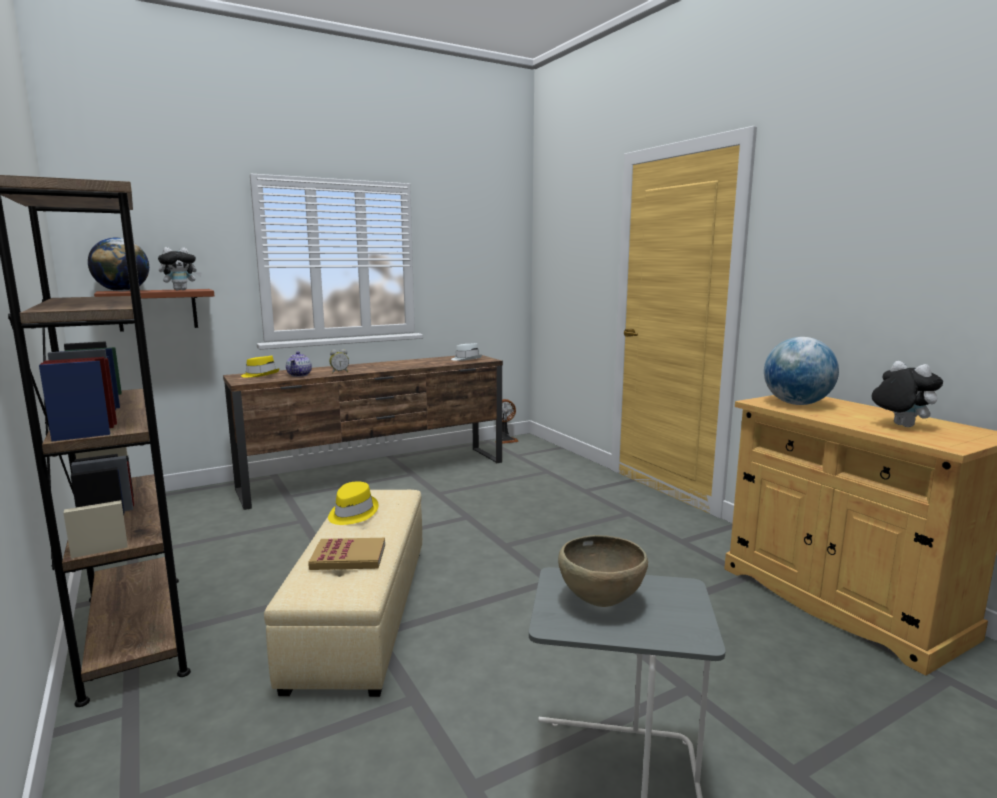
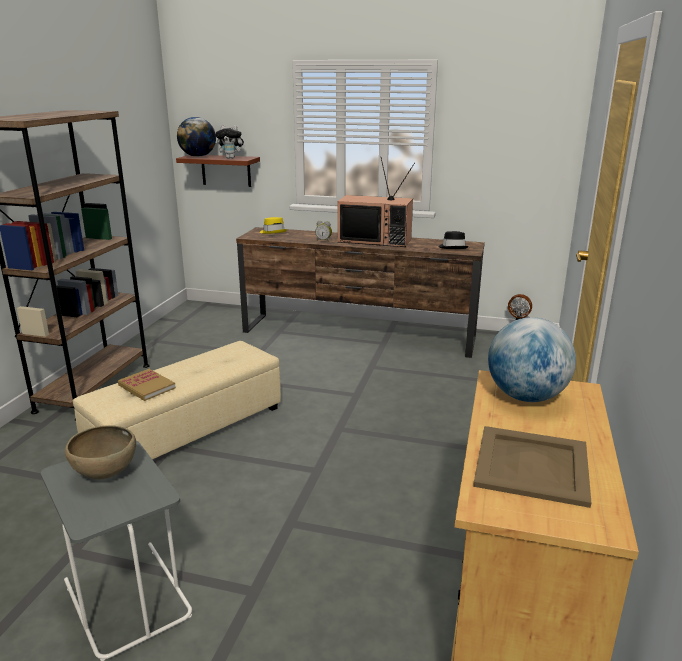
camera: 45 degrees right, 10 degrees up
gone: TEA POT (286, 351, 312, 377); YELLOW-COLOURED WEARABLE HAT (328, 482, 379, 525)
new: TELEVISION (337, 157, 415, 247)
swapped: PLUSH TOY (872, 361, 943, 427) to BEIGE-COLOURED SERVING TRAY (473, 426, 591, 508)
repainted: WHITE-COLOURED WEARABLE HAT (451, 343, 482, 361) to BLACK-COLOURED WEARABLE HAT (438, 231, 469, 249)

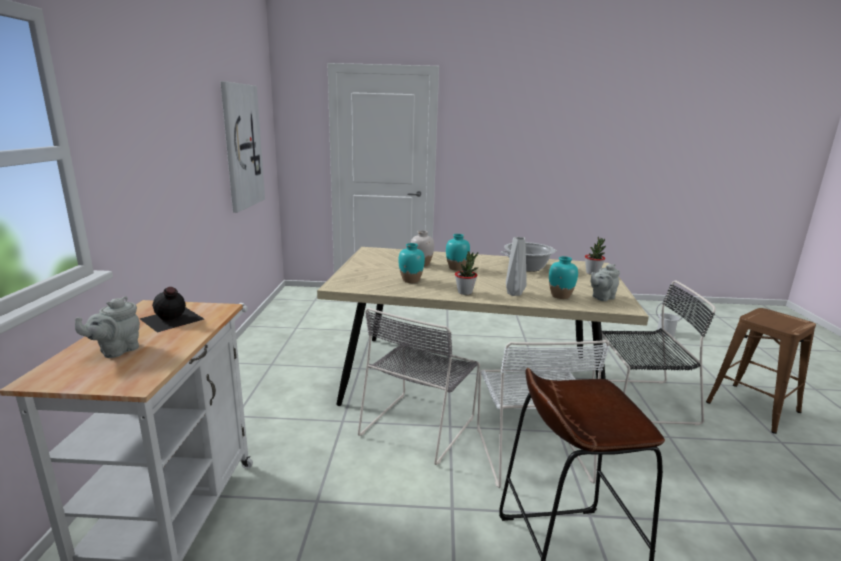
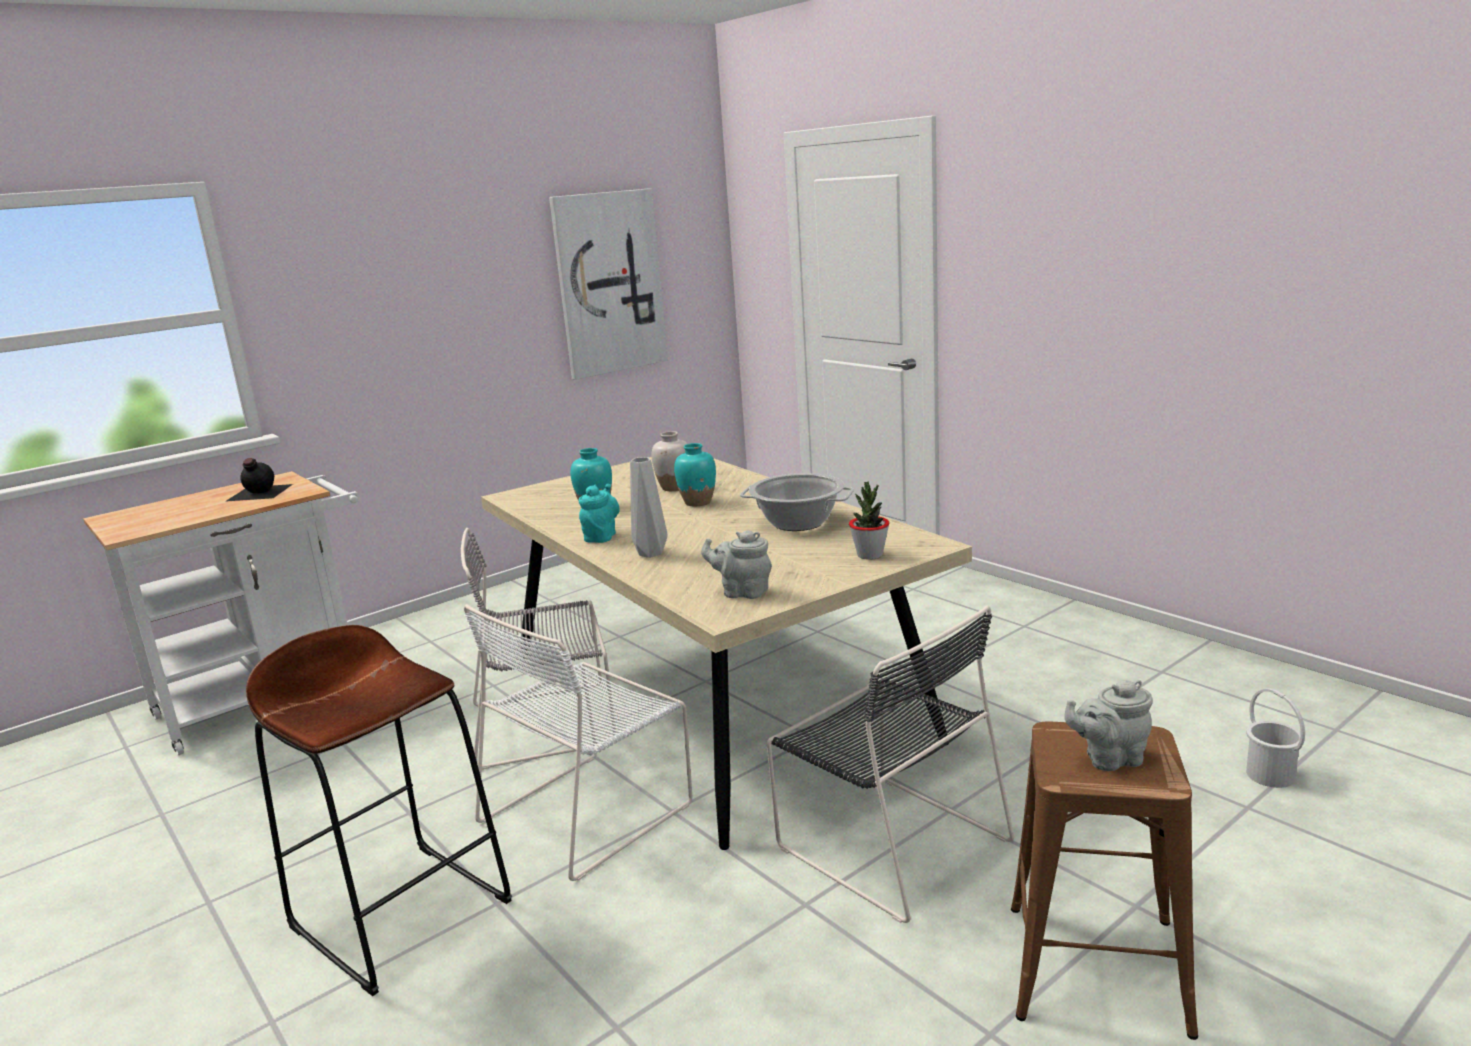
camera: 50 degrees right, 0 degrees up
gone: TURQUOISE VASE (549, 256, 578, 299)
shifted: GREY TEA POT (75, 296, 140, 358) to (1064, 680, 1153, 771)
swapped: PLANT IN A POT (455, 251, 478, 295) to TURQUOISE TEA POT (578, 484, 620, 543)

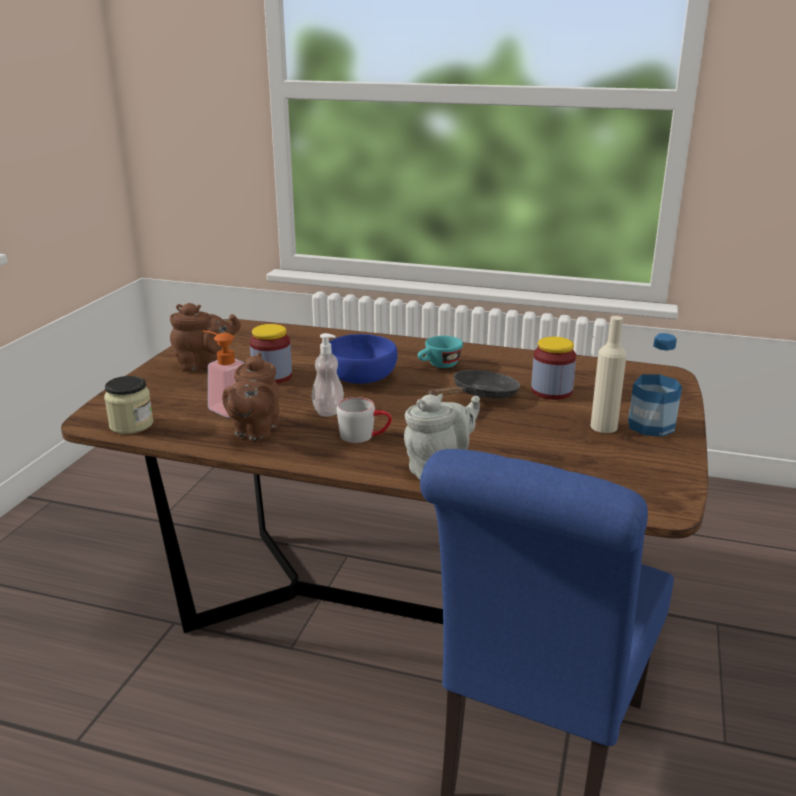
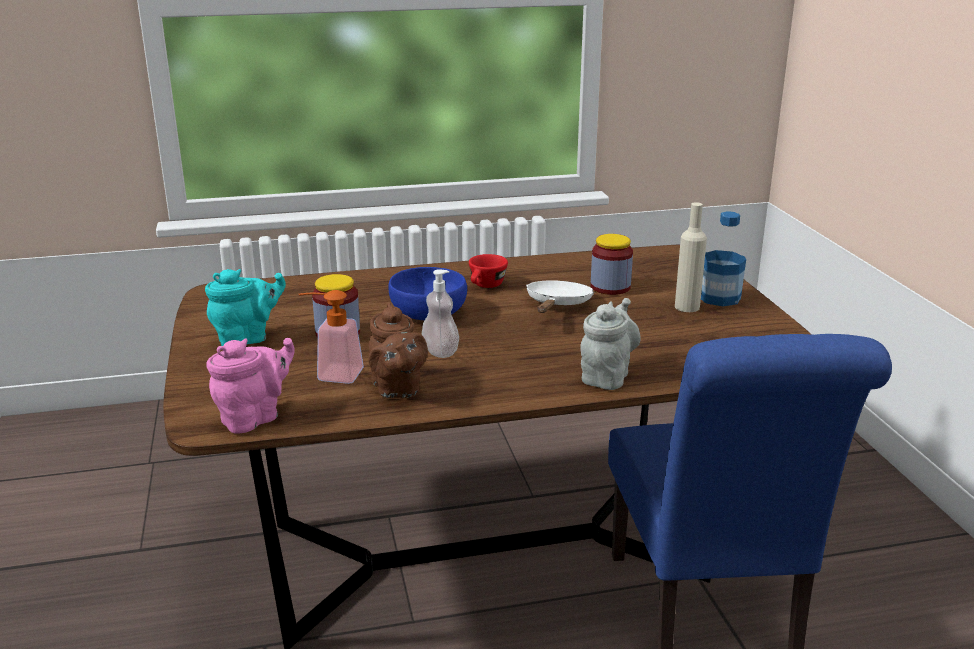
camera: 30 degrees left, 0 degrees up
gone: GREY MUG (337, 397, 392, 443)
swapped: PRESERVE JAR (104, 376, 153, 434) to PINK TEA POT (206, 338, 295, 434)
repainted: BROWN-COLOURED TEA POT (170, 303, 241, 371) to TURQUOISE TEA POT (205, 269, 286, 346); TURQUOISE DRINKING CUP (418, 336, 463, 368) to RED-COLOURED DRINKING CUP (469, 254, 508, 288); BLACK-COLOURED PAN (428, 370, 520, 399) to WHITE-COLOURED PAN (526, 280, 594, 313)

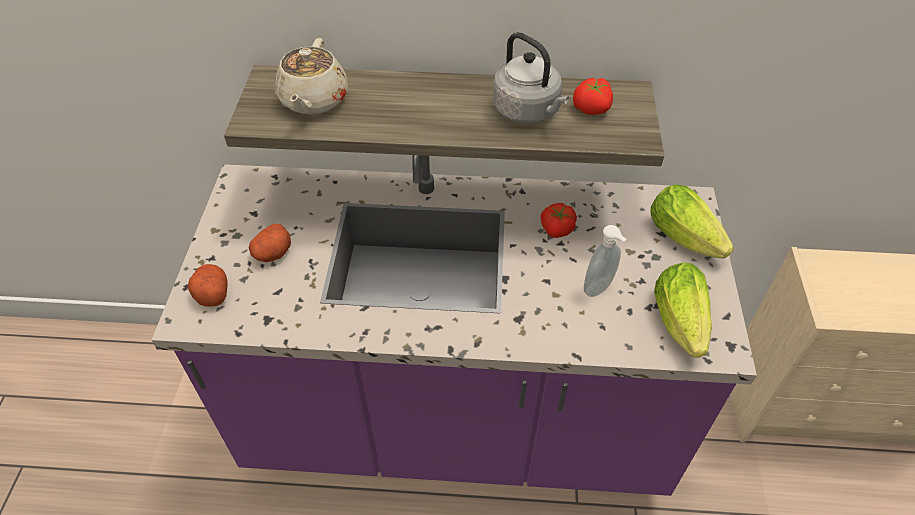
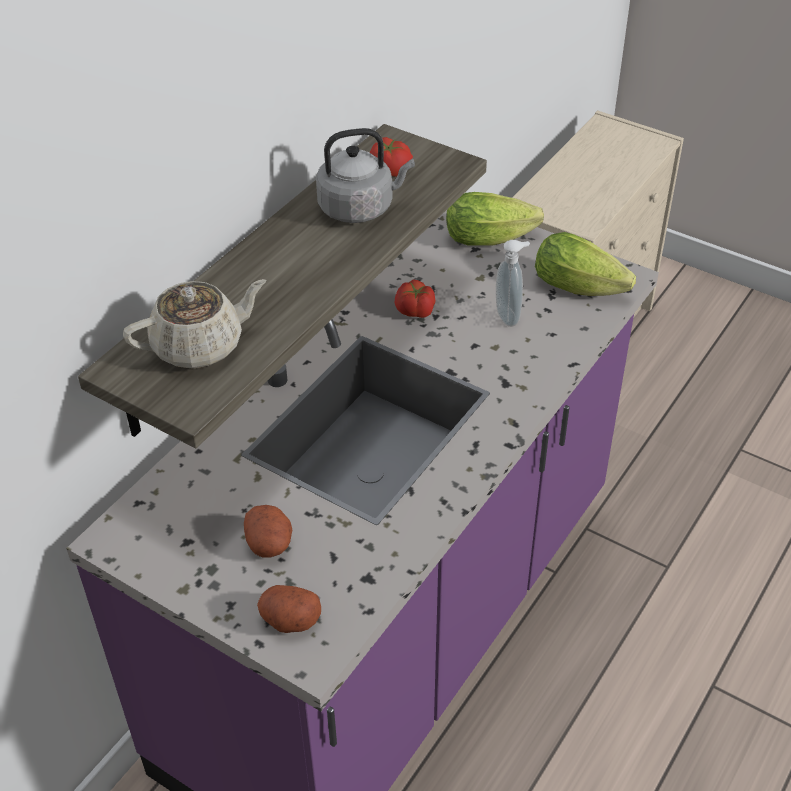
camera: 60 degrees left, 5 degrees down
rotated: BEIGE-COLOURED TEA POT (275, 38, 348, 115) = (123, 279, 266, 369) 60 degrees counterclockwise

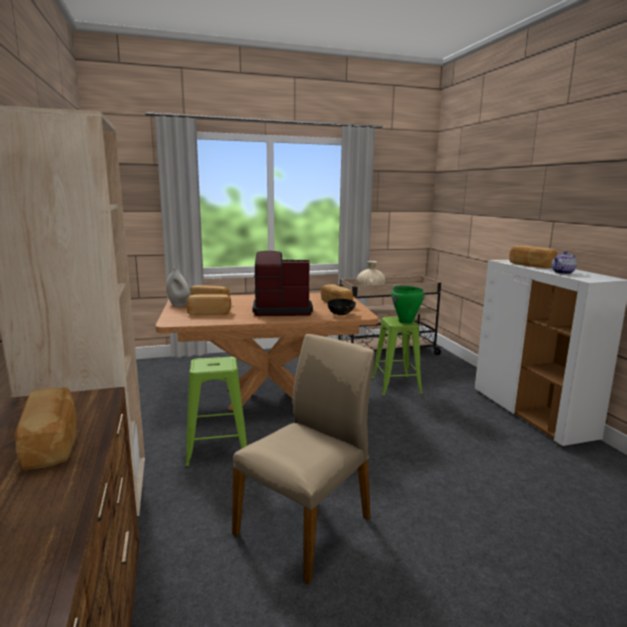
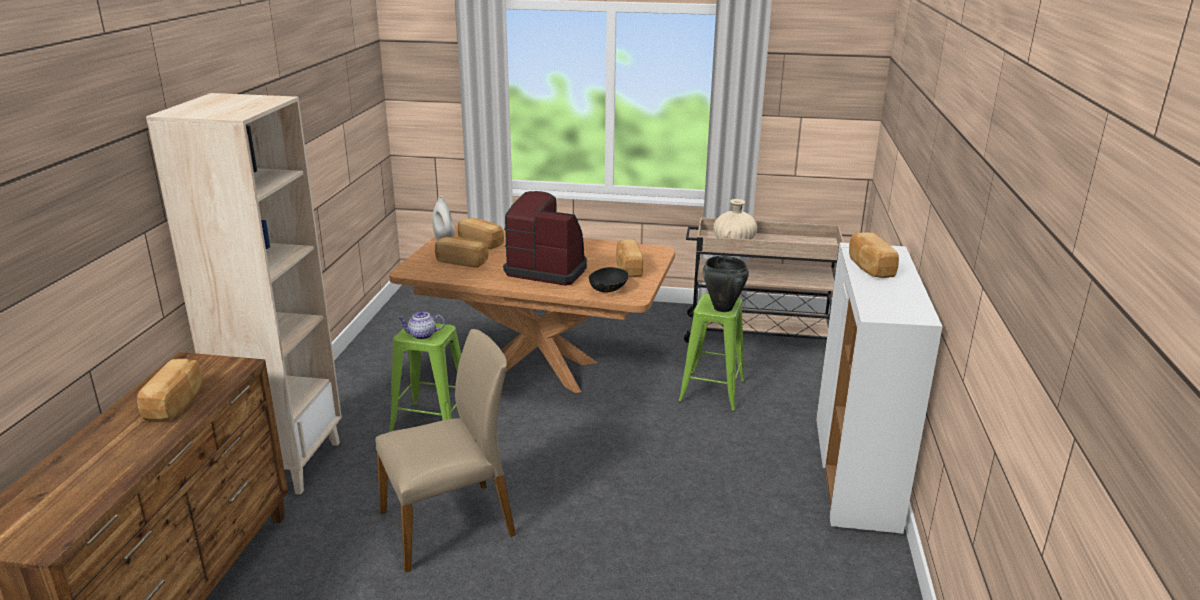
camera: 25 degrees right, 10 degrees up
shifted: TEA POT (552, 251, 577, 274) to (398, 311, 445, 340)
repainted: GREEN COOKING POT (391, 286, 425, 324) to BLACK-COLOURED COOKING POT (703, 255, 749, 312)

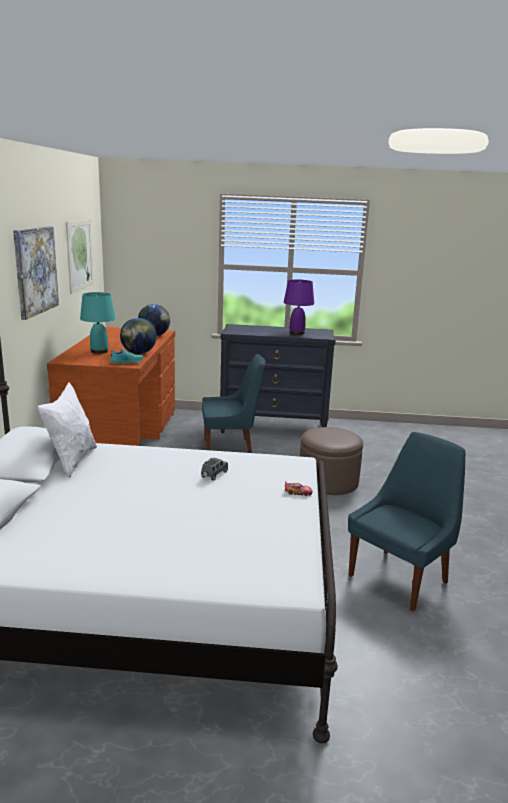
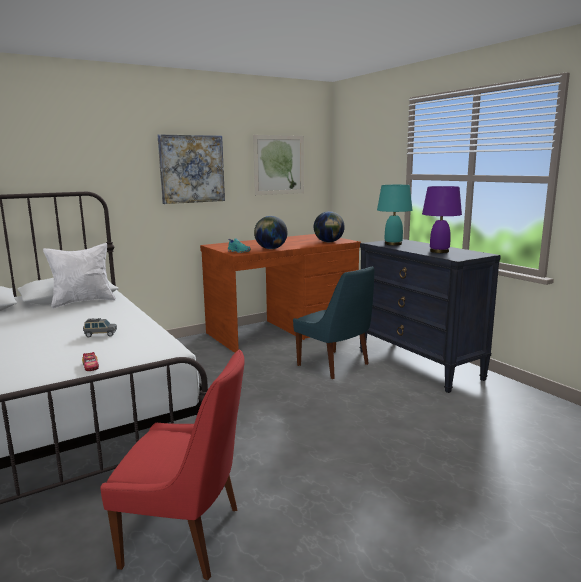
camera: 55 degrees right, 5 degrees down
gone: BROWN-COLOURED POUFFE (300, 427, 363, 495)
shifted: TURQUOISE TABLE LAMP (80, 292, 116, 354) to (377, 185, 412, 246)
repainted: BLUE CHAIR (348, 432, 465, 611) to RED-COLOURED CHAIR (100, 350, 245, 580)

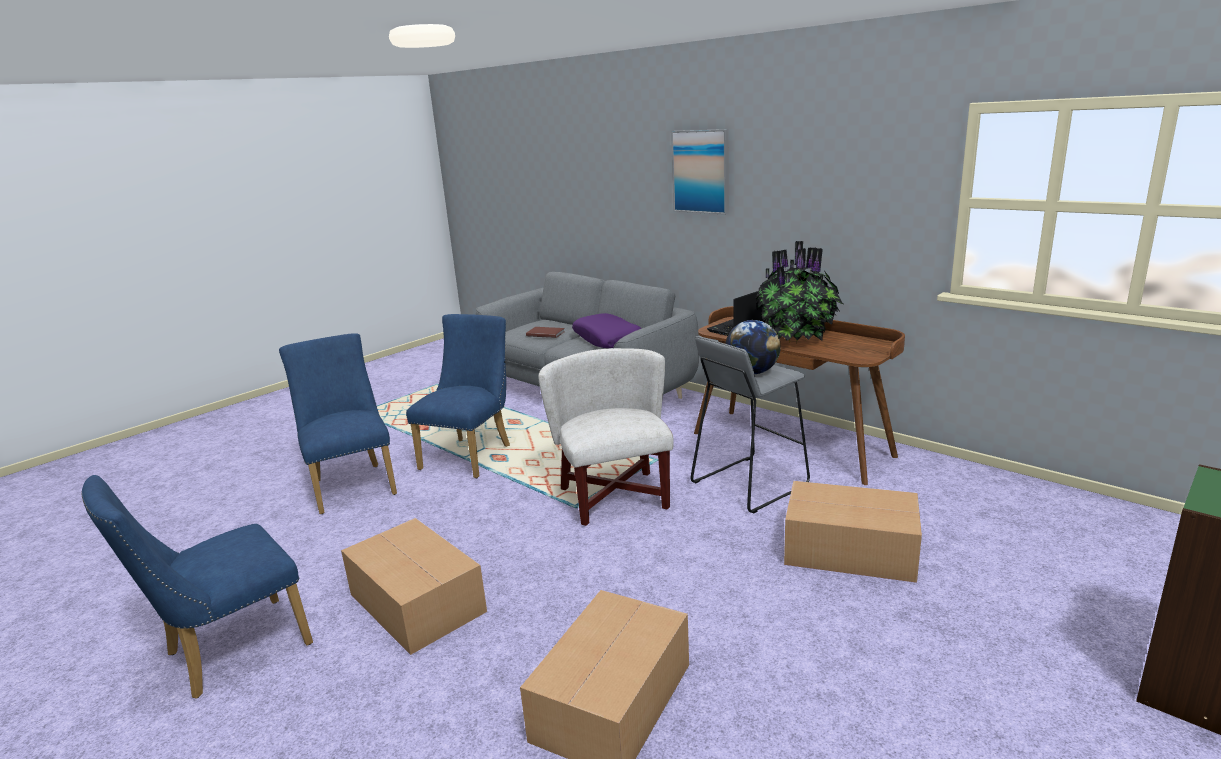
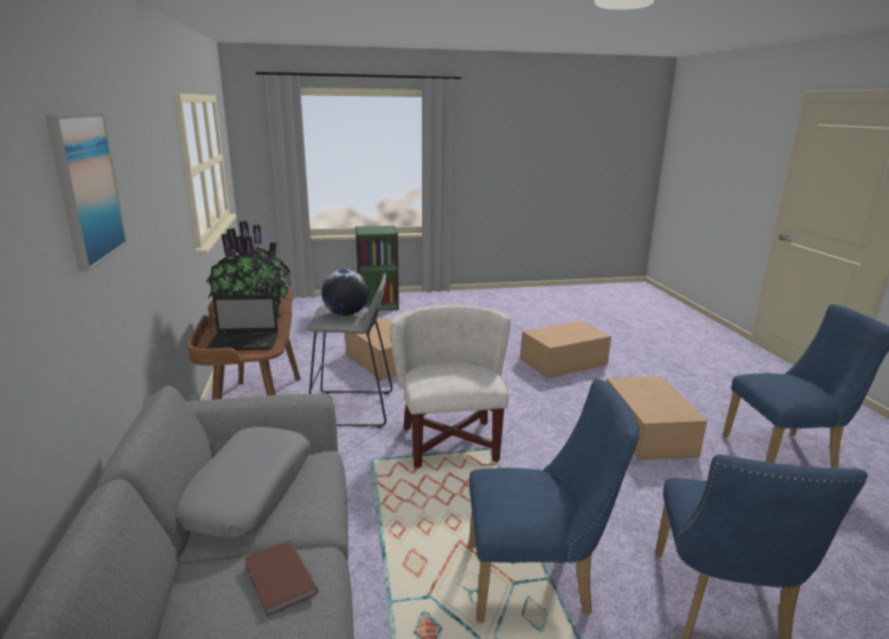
camera: 145 degrees left, 0 degrees up
repainted: PURPLE-COLOURED THROW PILLOW (572, 313, 641, 348) to GREY THROW PILLOW (178, 427, 311, 538)
rotated: BLUE CHAIR (406, 314, 510, 478) = (469, 378, 640, 623) 150 degrees counterclockwise; WHITE-COLOURED EASY CHAIR (538, 348, 674, 526) = (390, 305, 510, 468) 150 degrees clockwise

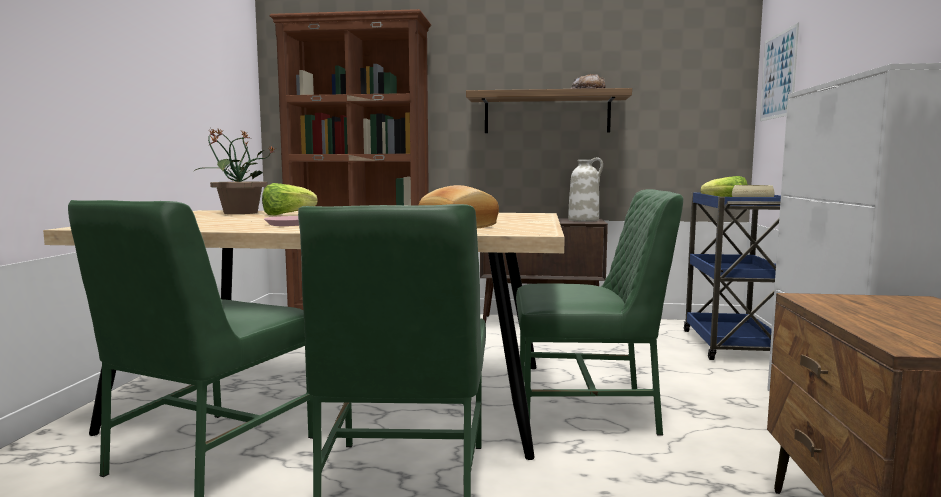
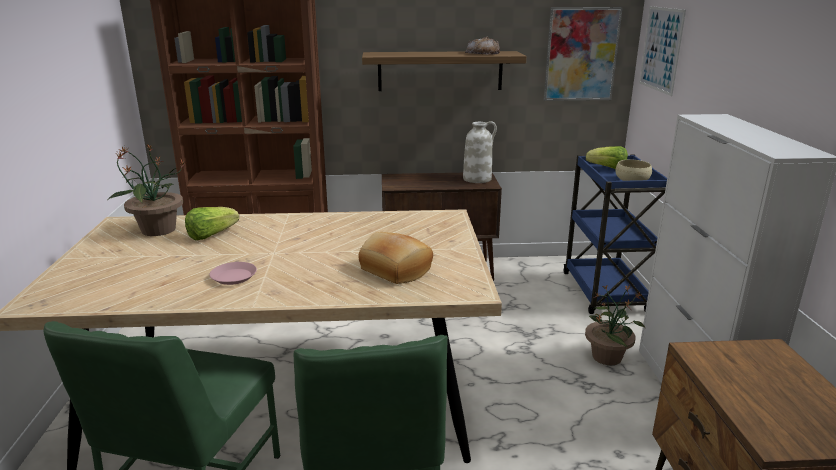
camera: 10 degrees left, 15 degrees up
gone: GREEN CHAIR (516, 189, 683, 435)
new: WALL PICTURE (544, 7, 623, 101); PLANT IN A POT (585, 285, 645, 365)

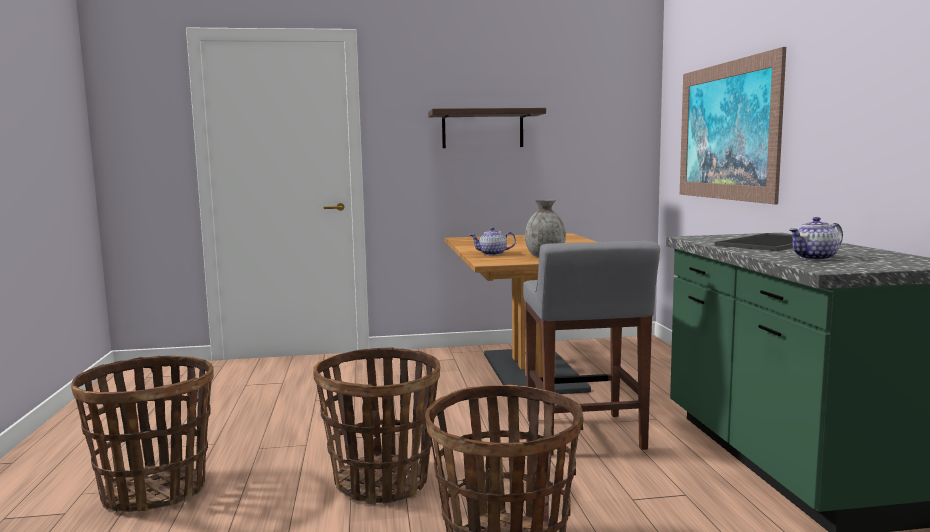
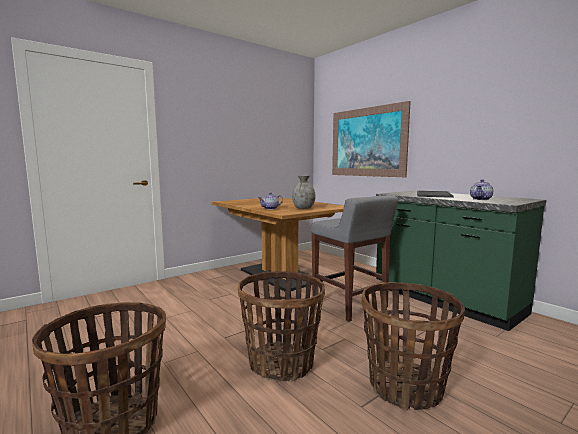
camera: 30 degrees left, 0 degrees up
gone: SHELF (428, 108, 546, 148)

